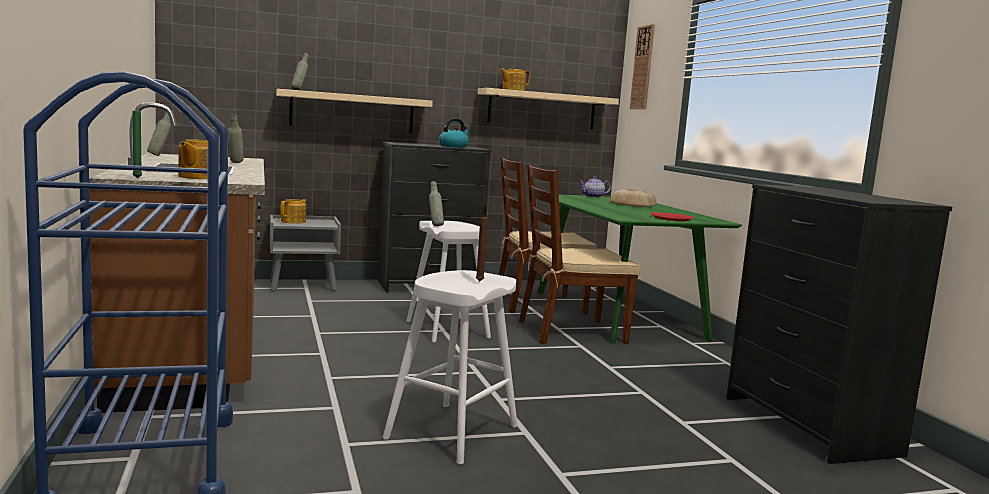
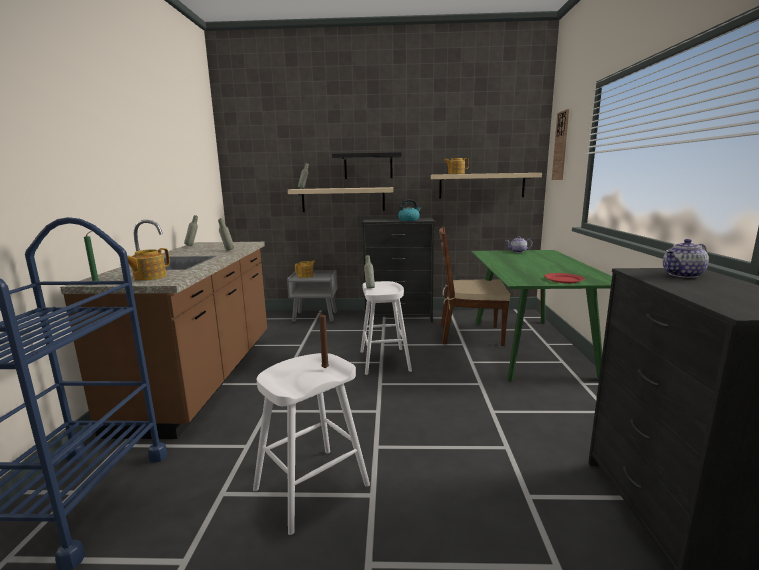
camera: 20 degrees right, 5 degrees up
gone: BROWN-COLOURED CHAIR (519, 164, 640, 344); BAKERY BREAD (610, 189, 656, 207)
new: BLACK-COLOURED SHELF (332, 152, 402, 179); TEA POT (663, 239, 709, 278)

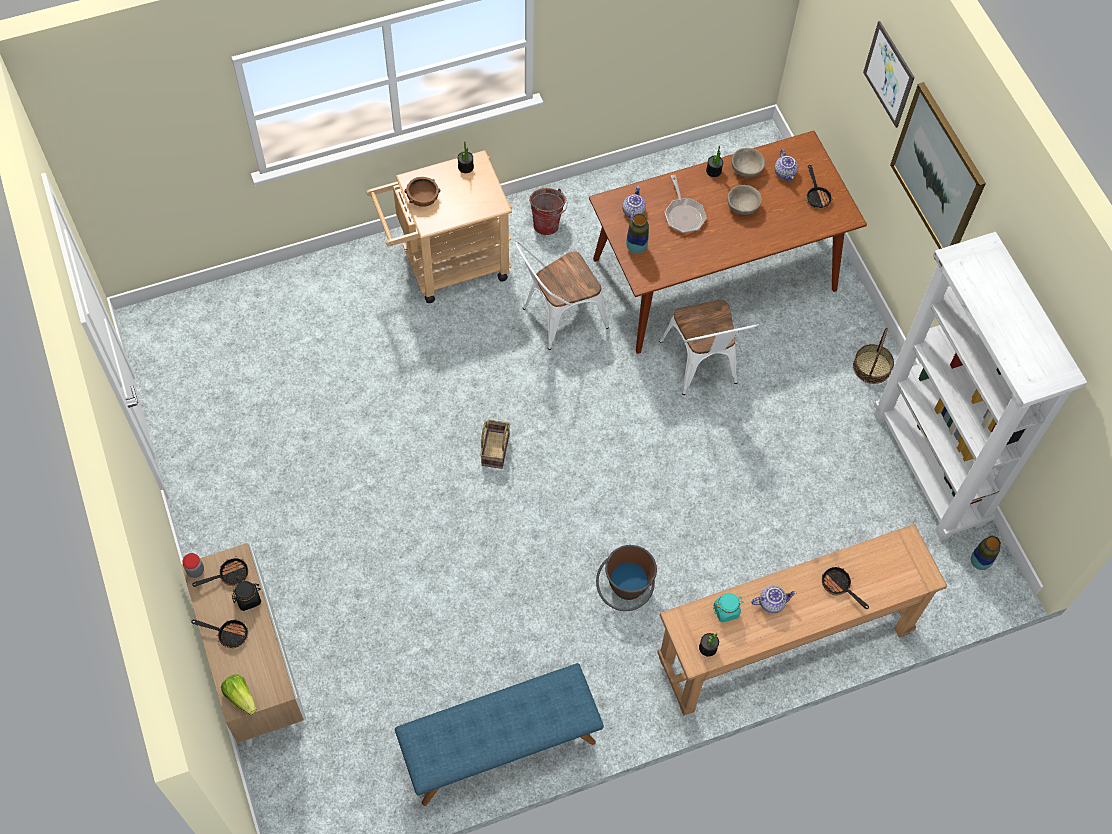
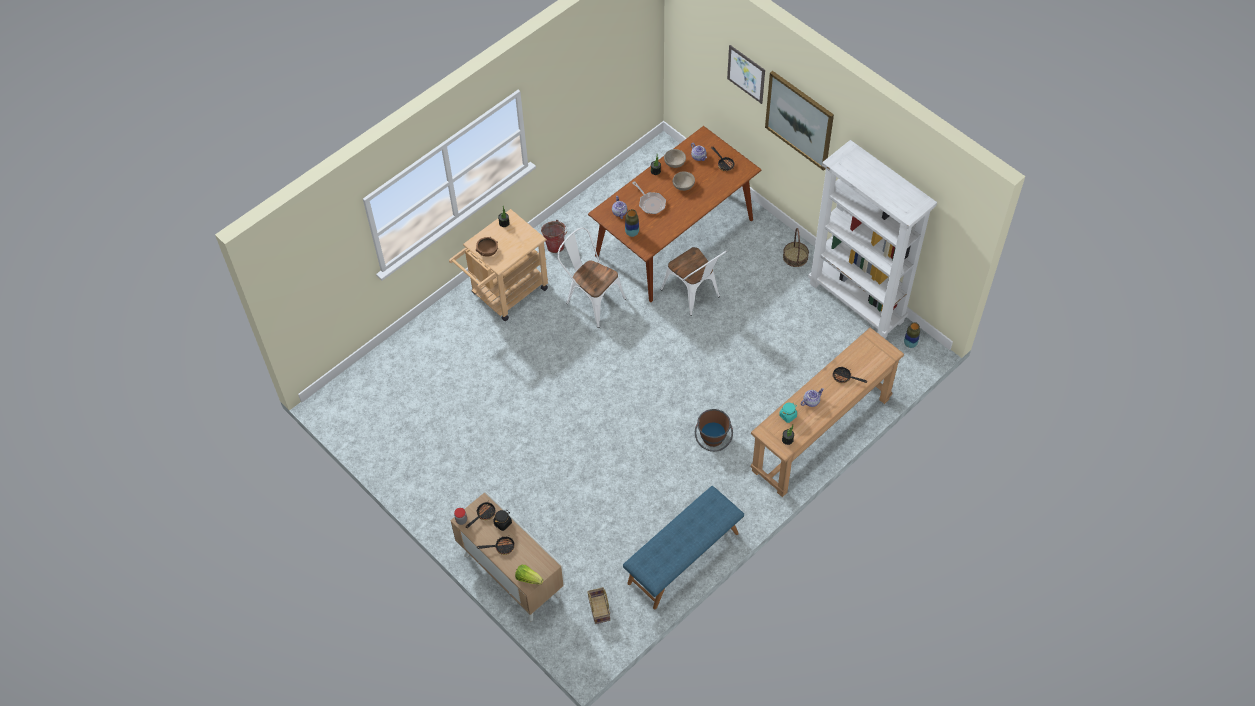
camera: 20 degrees left, 5 degrees down
shifted: BASKET (480, 420, 510, 469) to (587, 587, 610, 624)
rotated: WHITE-COLOURED CHAIR (515, 241, 609, 350) = (558, 227, 626, 328) 90 degrees clockwise

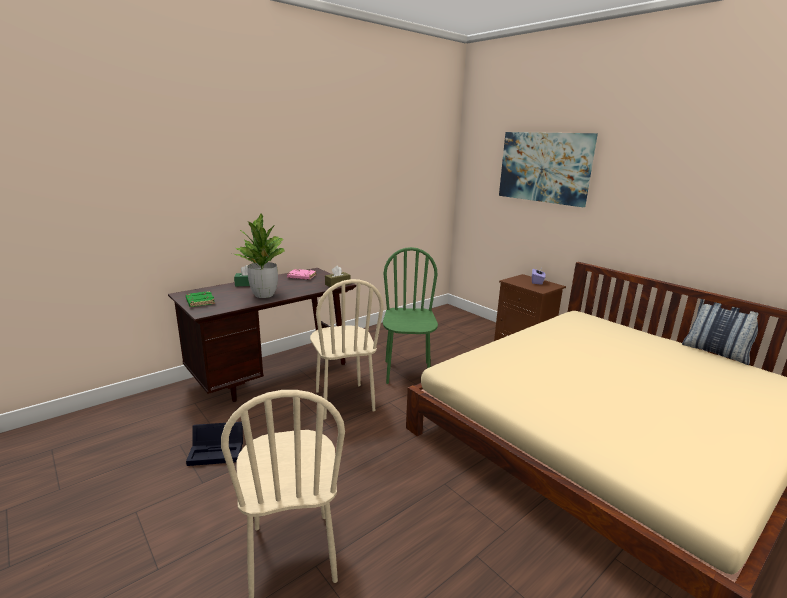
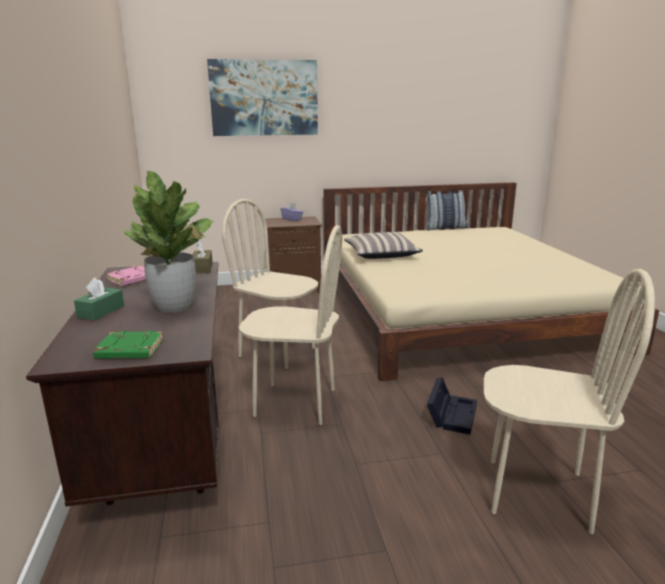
camera: 60 degrees left, 0 degrees up
new: THROW PILLOW (344, 232, 423, 259)
shifted: BLACK-COLOURED STORAGE BOX (186, 422, 243, 466) to (427, 377, 477, 435)
repainted: GREEN CHAIR (383, 247, 438, 384) to BEIGE-COLOURED CHAIR (222, 199, 318, 369)

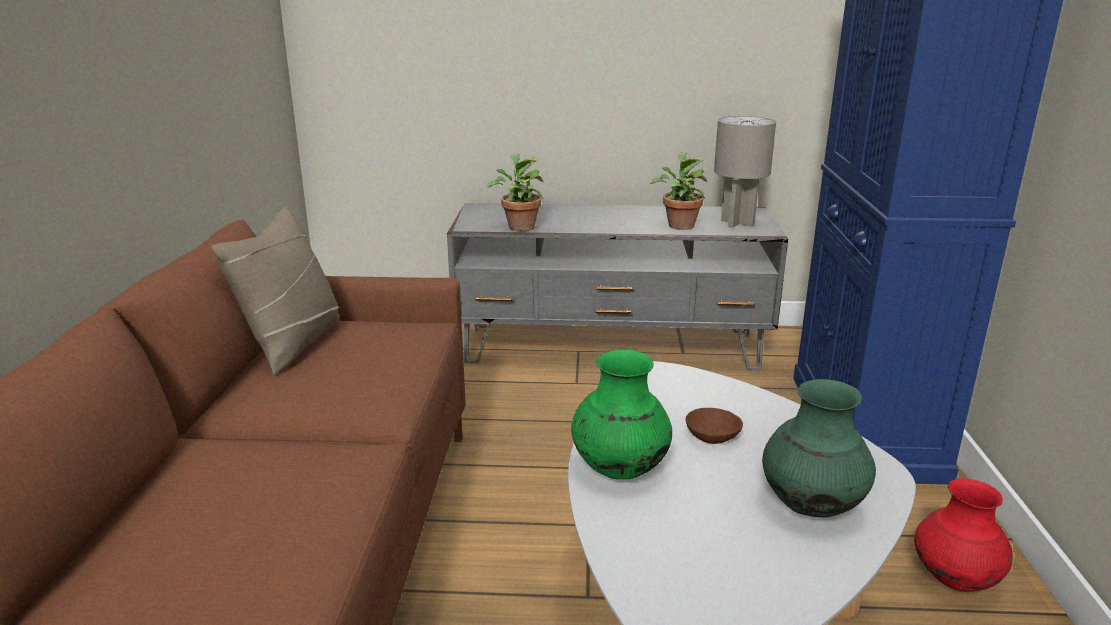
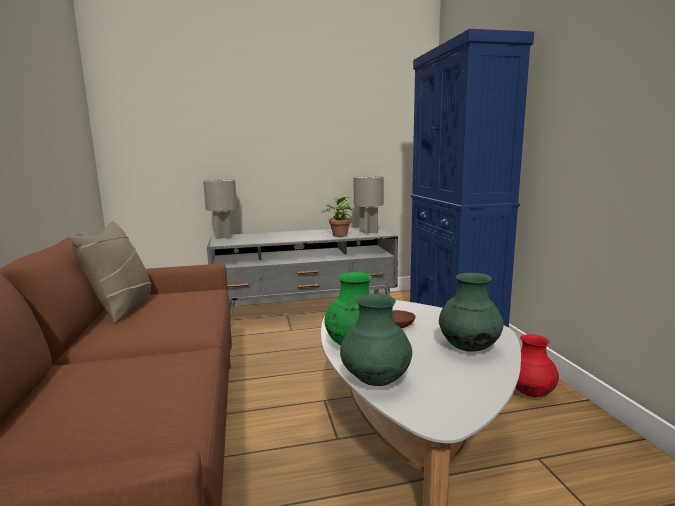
camera: 15 degrees left, 10 degrees down
gone: PLANT IN A POT (487, 153, 543, 231)
new: GREY TABLE LAMP (203, 179, 237, 239); GREEN VASE (340, 294, 412, 386)

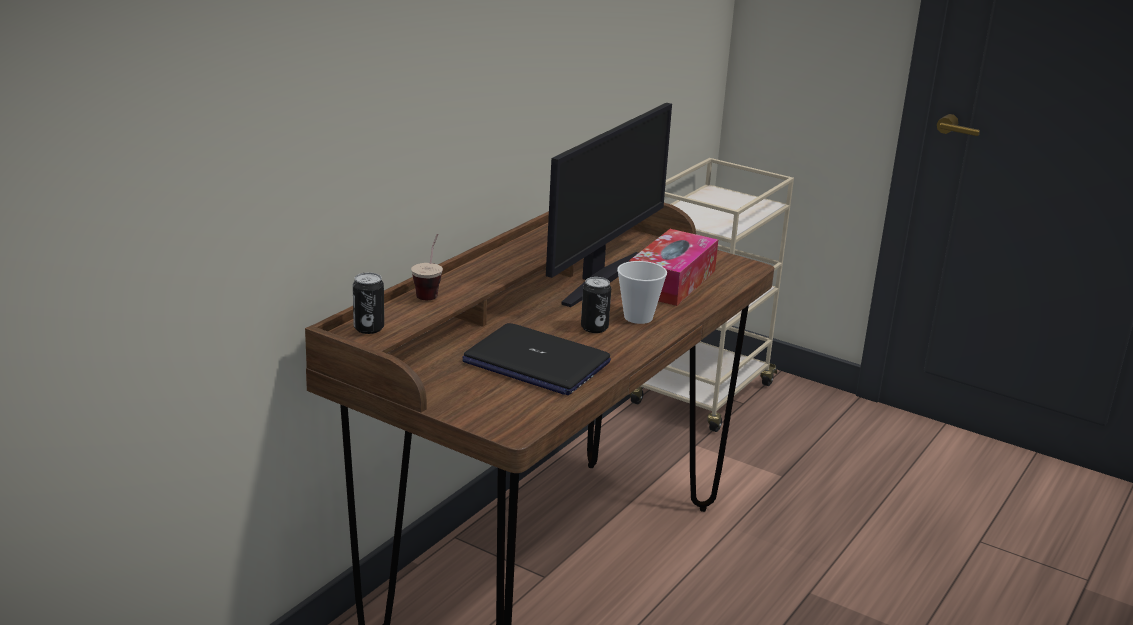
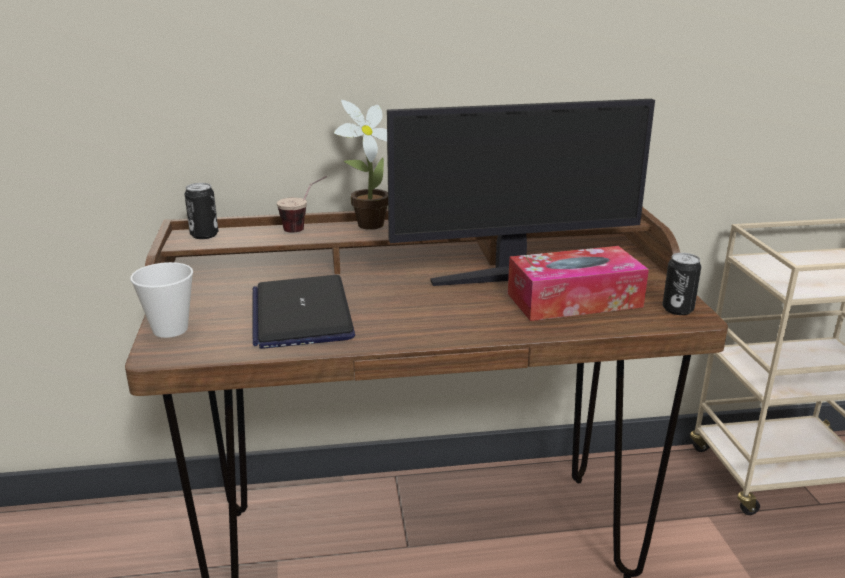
camera: 50 degrees right, 0 degrees up
new: PLANT IN A POT (334, 100, 388, 230)
shifted: SEALED CAN (581, 277, 611, 333) to (662, 253, 701, 315); DRINKING CUP (617, 261, 667, 324) to (130, 262, 193, 338)

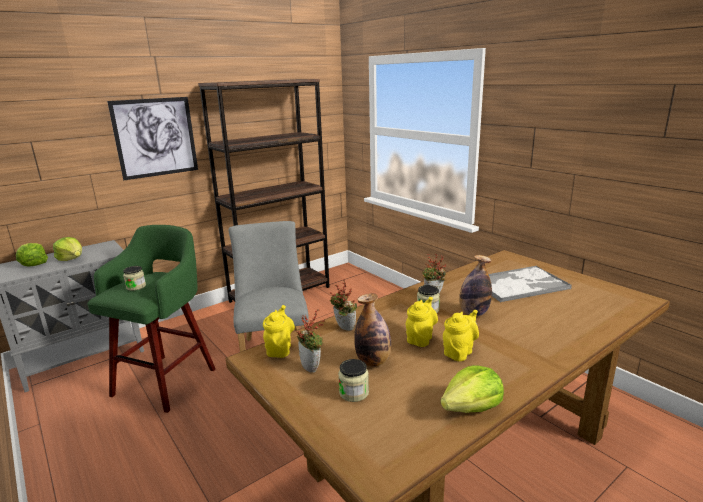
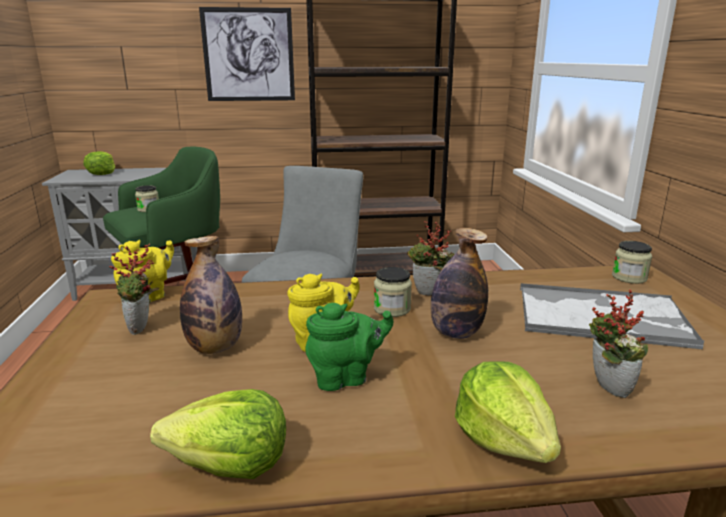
camera: 30 degrees right, 0 degrees up
shifted: LETTUCE (53, 237, 82, 261) to (455, 361, 561, 463); PLANT IN A POT (330, 283, 357, 331) to (589, 289, 648, 398); PRESERVE JAR (338, 359, 369, 402) to (612, 241, 652, 284)
repainted: YELLOW-COLOURED TEA POT (443, 310, 479, 361) to GREEN TEA POT (305, 303, 393, 391)

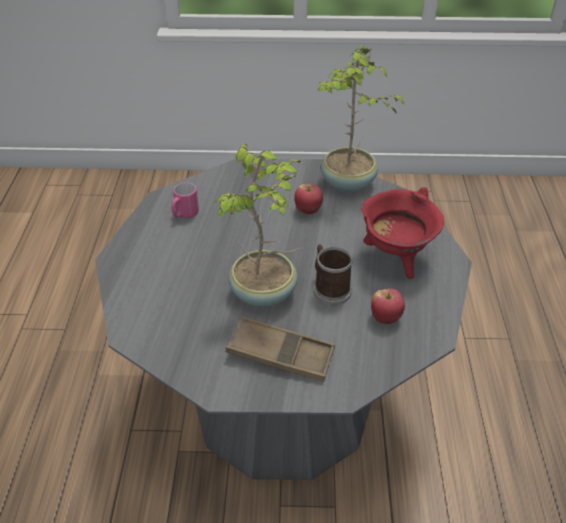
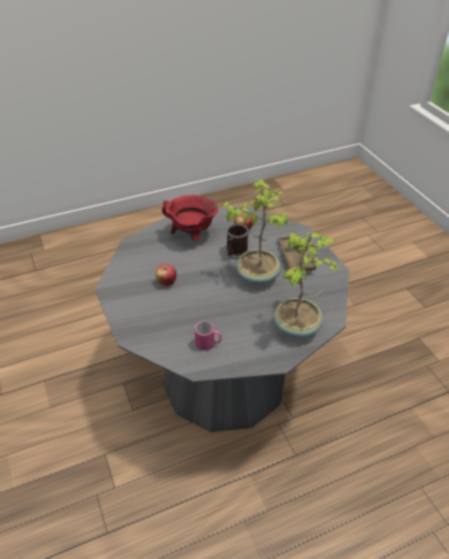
camera: 115 degrees left, 0 degrees up
shifted: PLANT IN A POT (318, 45, 405, 192) to (274, 232, 339, 339)

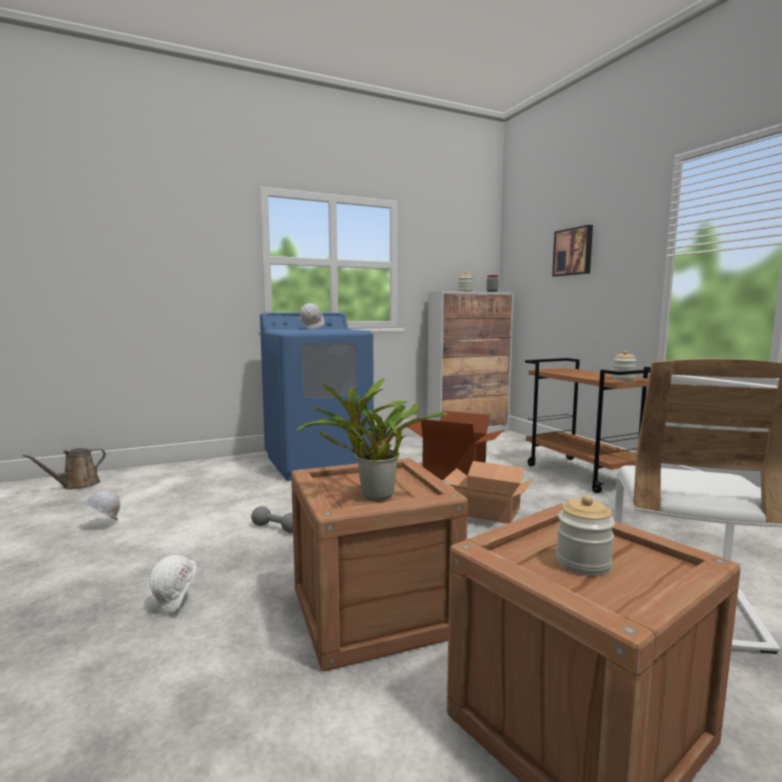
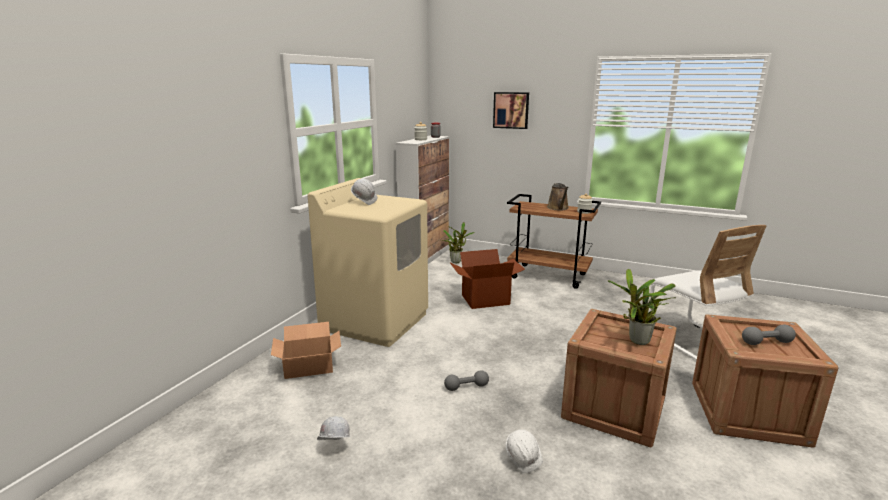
camera: 40 degrees left, 10 degrees up
new: PLANT IN A POT (441, 222, 475, 263)
shifted: BROWN-COLOURED WATERING POT (23, 448, 106, 490) to (547, 183, 569, 210); CARDBOARD BOX (444, 461, 533, 524) to (271, 322, 341, 379)
swapped: PRESERVE JAR (556, 495, 615, 576) to GREY DUMBBELL (742, 325, 796, 345)
repainted: BLUE LAUNDRY APPLIANCE (260, 313, 374, 481) to BEIGE-COLOURED LAUNDRY APPLIANCE (308, 178, 428, 347)

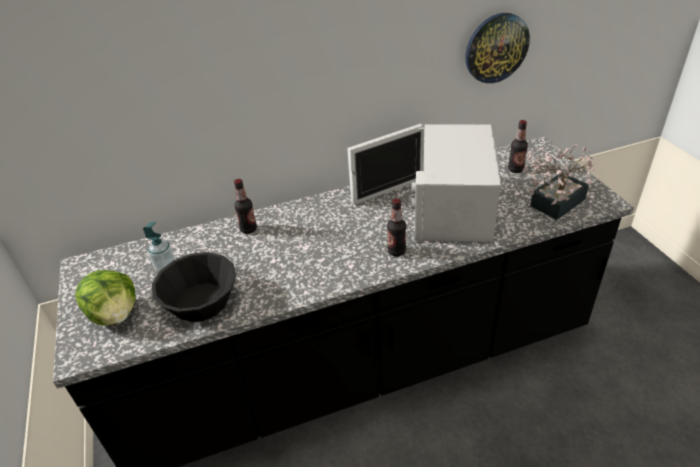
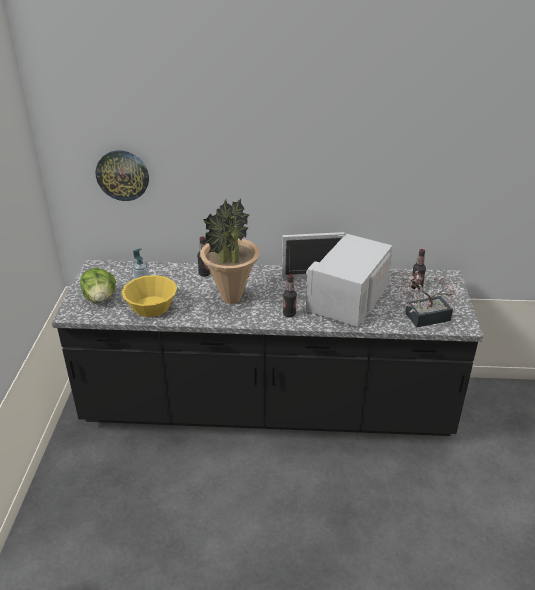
camera: 20 degrees right, 5 degrees down
new: PLANT IN A POT (200, 199, 260, 304)
shifted: HANGING CLOCK (465, 13, 530, 83) to (95, 151, 149, 201)
repainted: BLACK-COLOURED DEEP DISH (152, 252, 236, 322) to YELLOW-COLOURED DEEP DISH (122, 275, 177, 317)

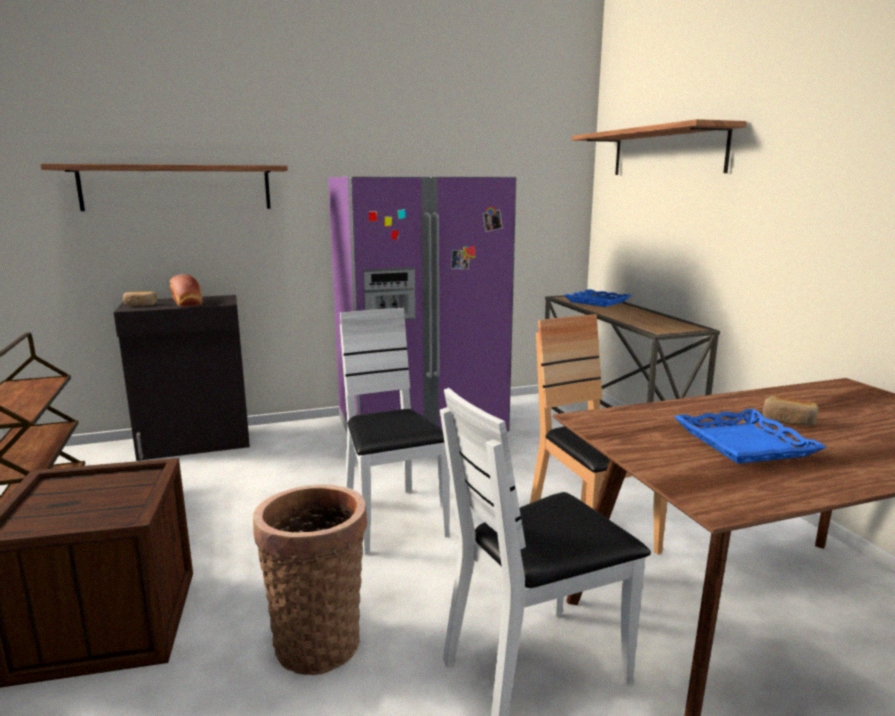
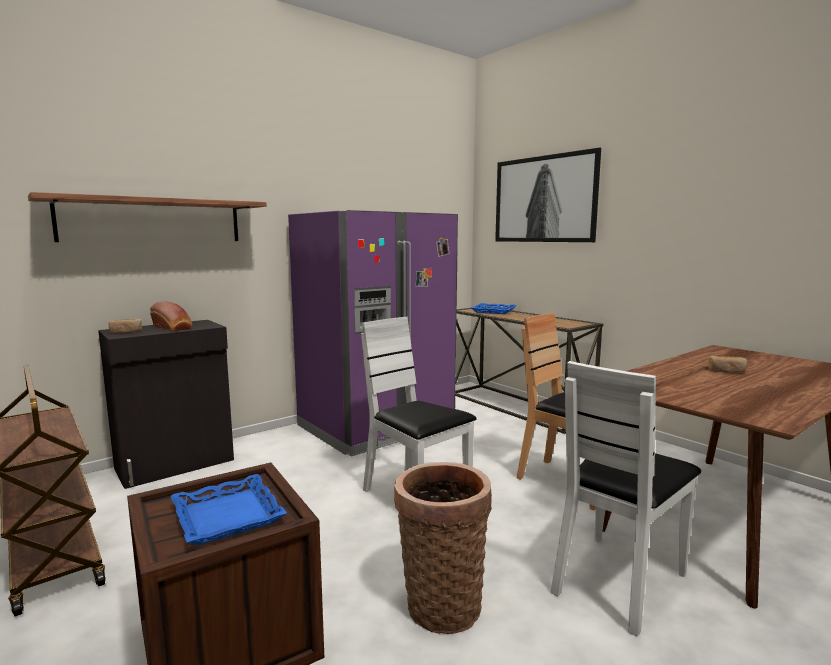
camera: 20 degrees left, 5 degrees down
shifted: BLUE SERVING TRAY (674, 409, 827, 464) to (171, 474, 287, 545)
swapped: SHELF (572, 119, 746, 175) to WALL PICTURE (495, 147, 601, 242)

